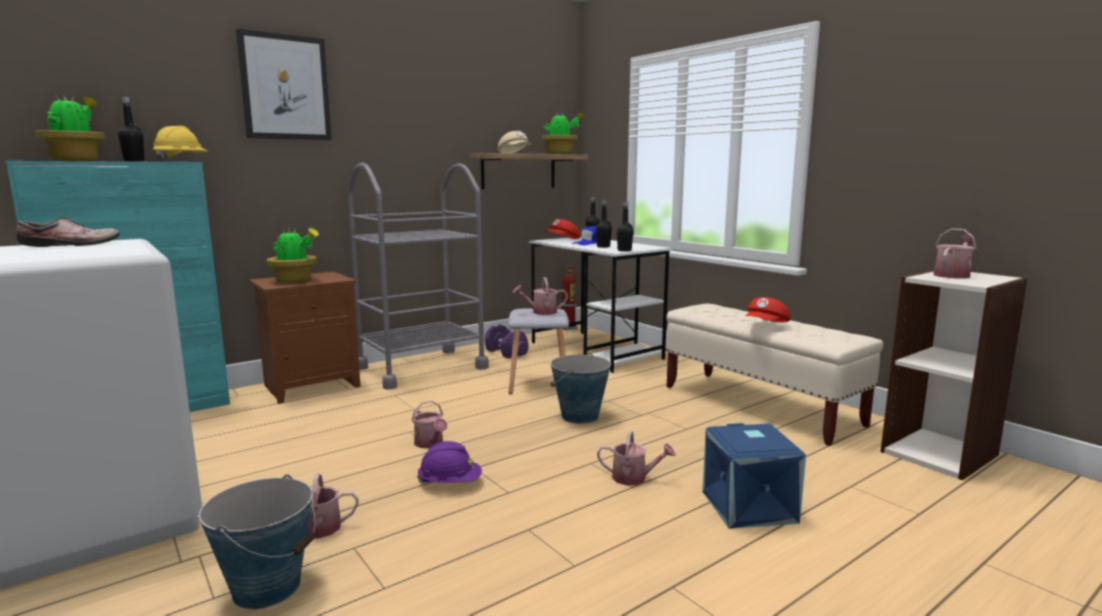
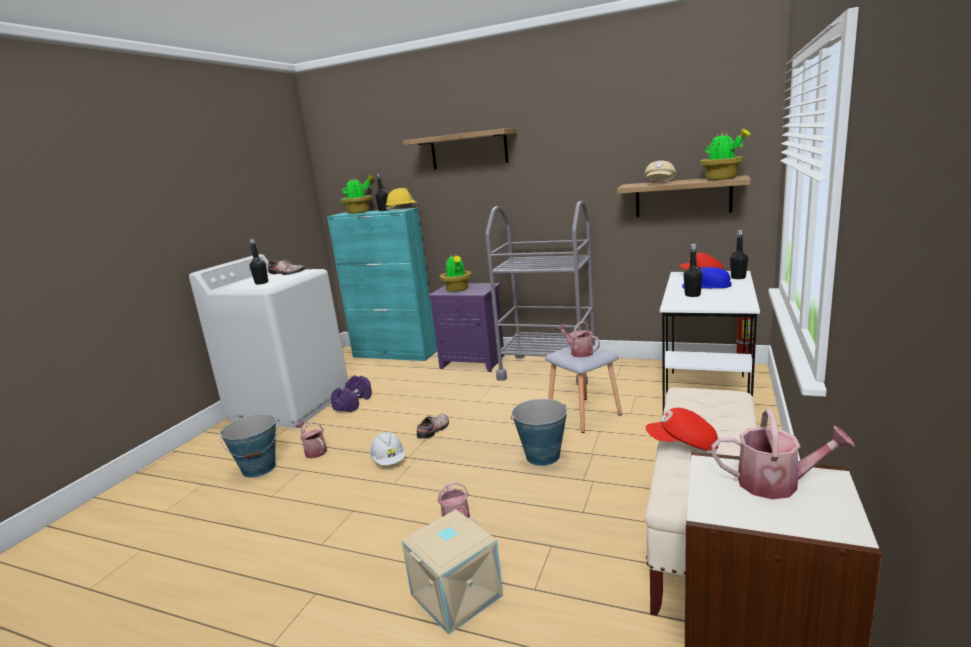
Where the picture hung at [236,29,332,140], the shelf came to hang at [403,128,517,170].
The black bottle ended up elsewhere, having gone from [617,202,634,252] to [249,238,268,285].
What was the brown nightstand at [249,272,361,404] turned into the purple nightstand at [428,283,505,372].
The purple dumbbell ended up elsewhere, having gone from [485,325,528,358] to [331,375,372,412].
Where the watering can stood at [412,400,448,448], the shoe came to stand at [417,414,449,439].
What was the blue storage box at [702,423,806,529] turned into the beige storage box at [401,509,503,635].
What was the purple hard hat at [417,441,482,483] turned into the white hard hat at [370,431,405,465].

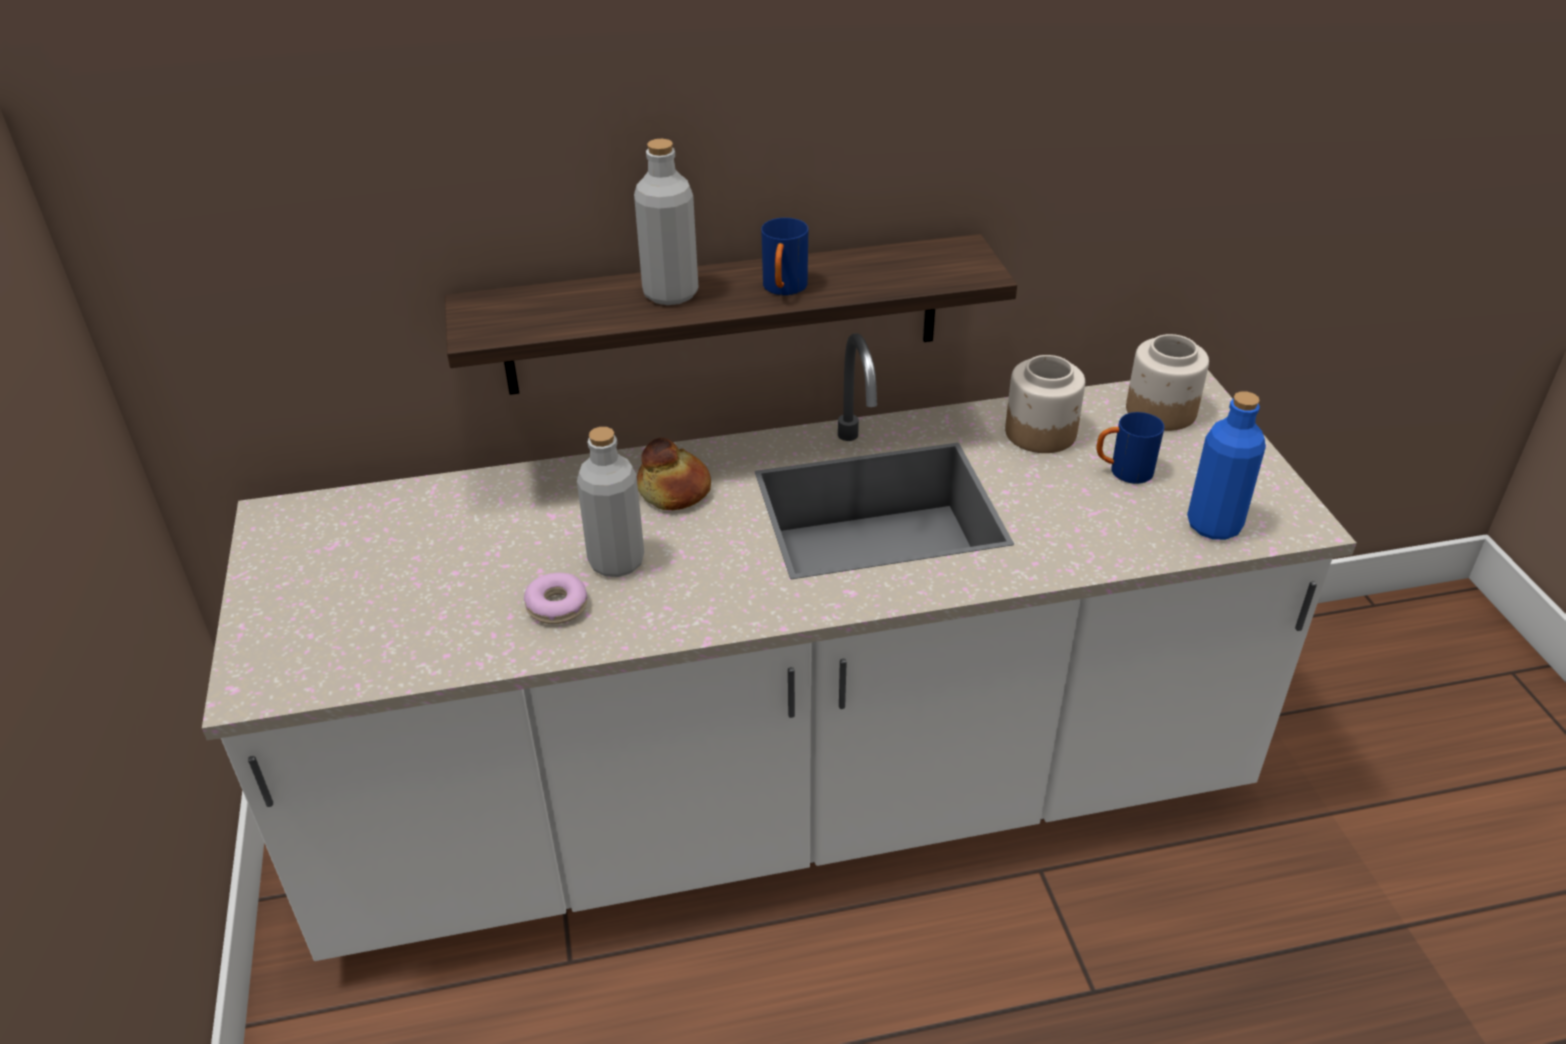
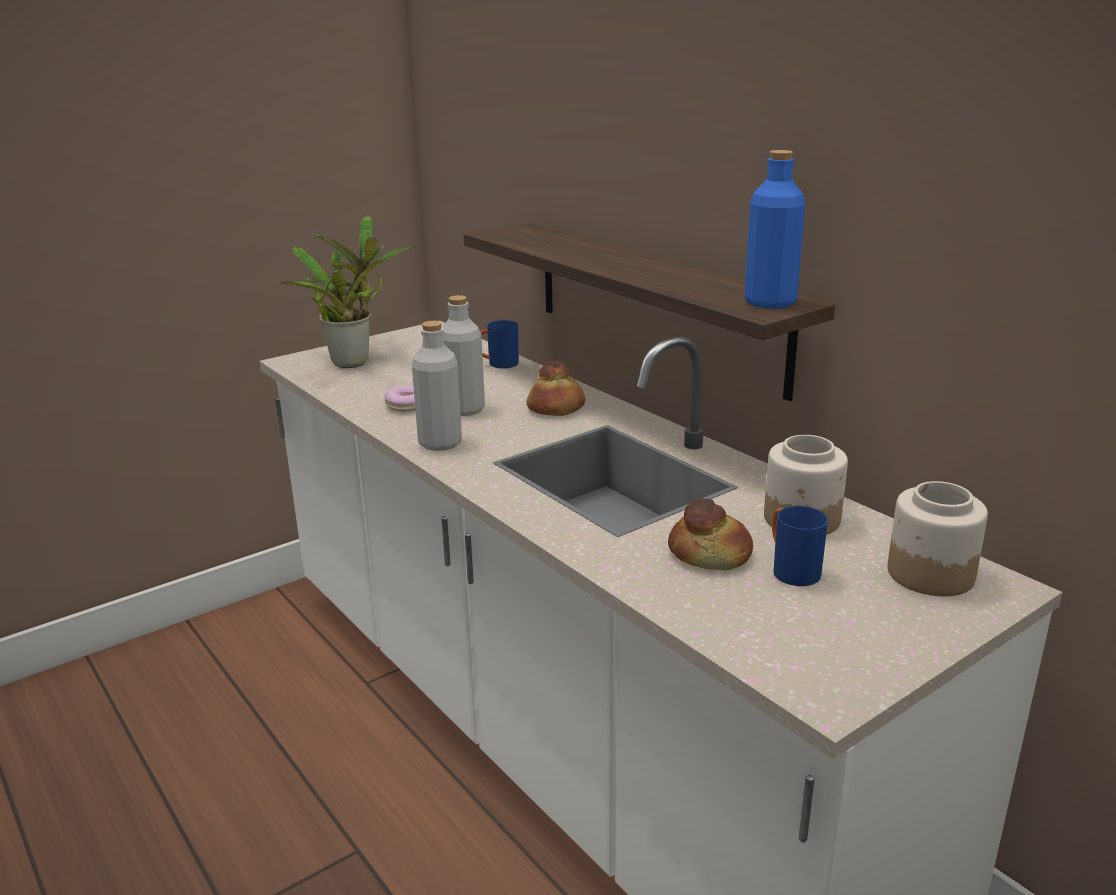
The grey bottle ended up elsewhere, having gone from [634,139,698,305] to [412,321,462,451].
The blue mug ended up elsewhere, having gone from [761,218,808,295] to [480,320,519,368].
The blue bottle ended up elsewhere, having gone from [1187,391,1266,540] to [745,150,805,309].
The second view gained the potted plant at [276,215,411,368].
The second view gained the bread at [668,498,753,570].

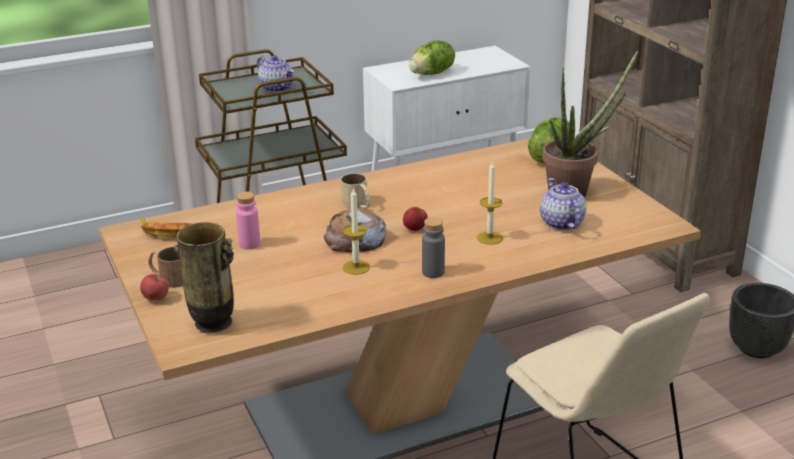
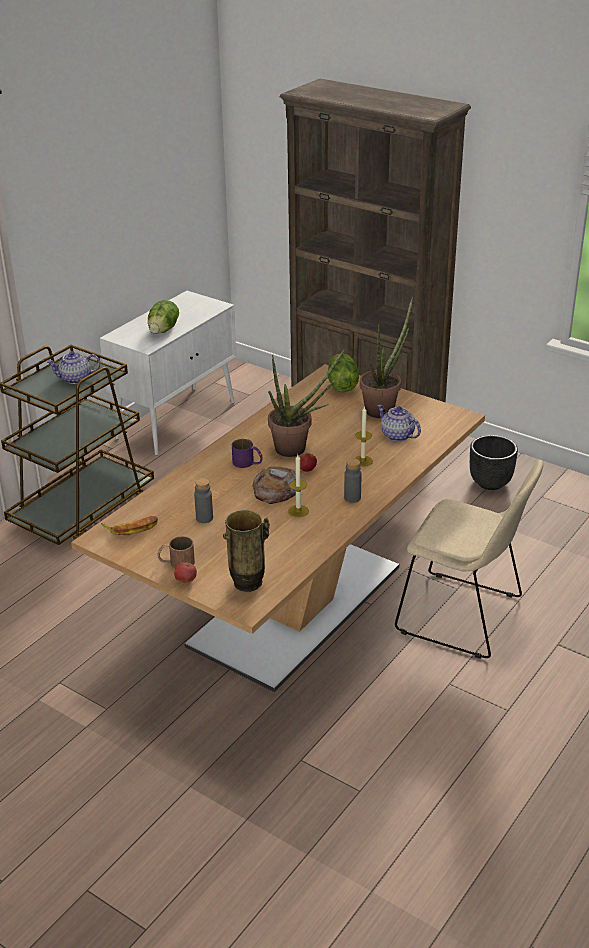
The teapot at [257,55,294,92] ended up facing another way, 150 degrees clockwise from before.
What was the beige mug at [340,173,371,209] turned into the purple mug at [232,439,263,468].
What was the pink bottle at [236,192,260,250] turned into the grey bottle at [194,478,213,523].
The second view gained the potted plant at [268,349,345,457].

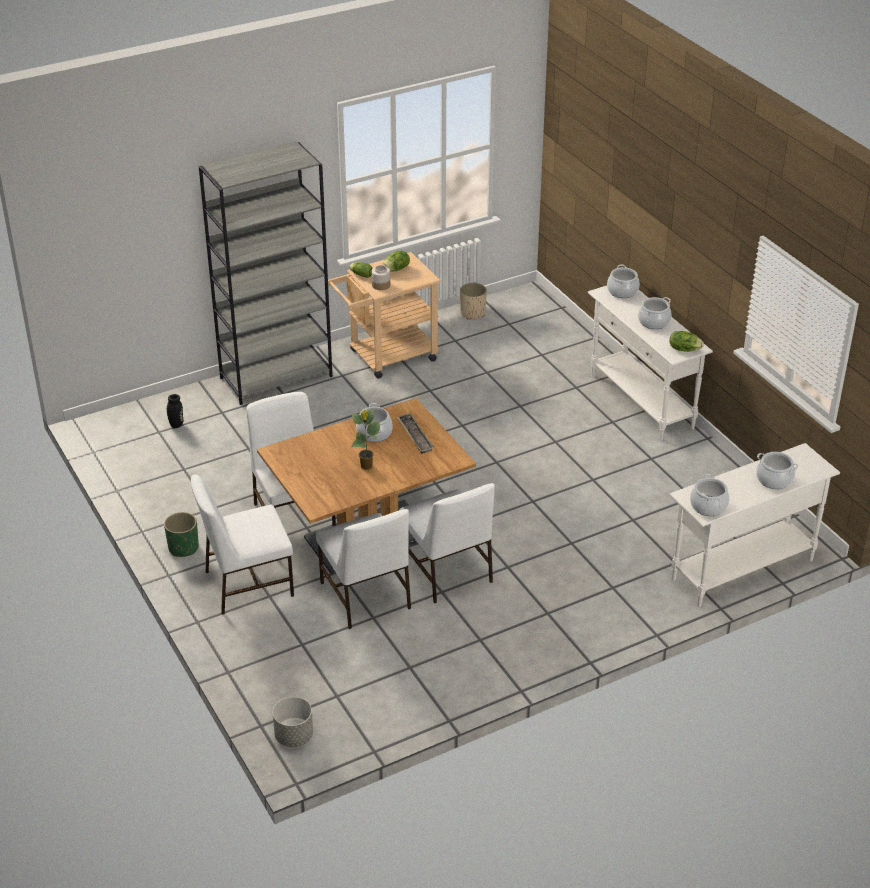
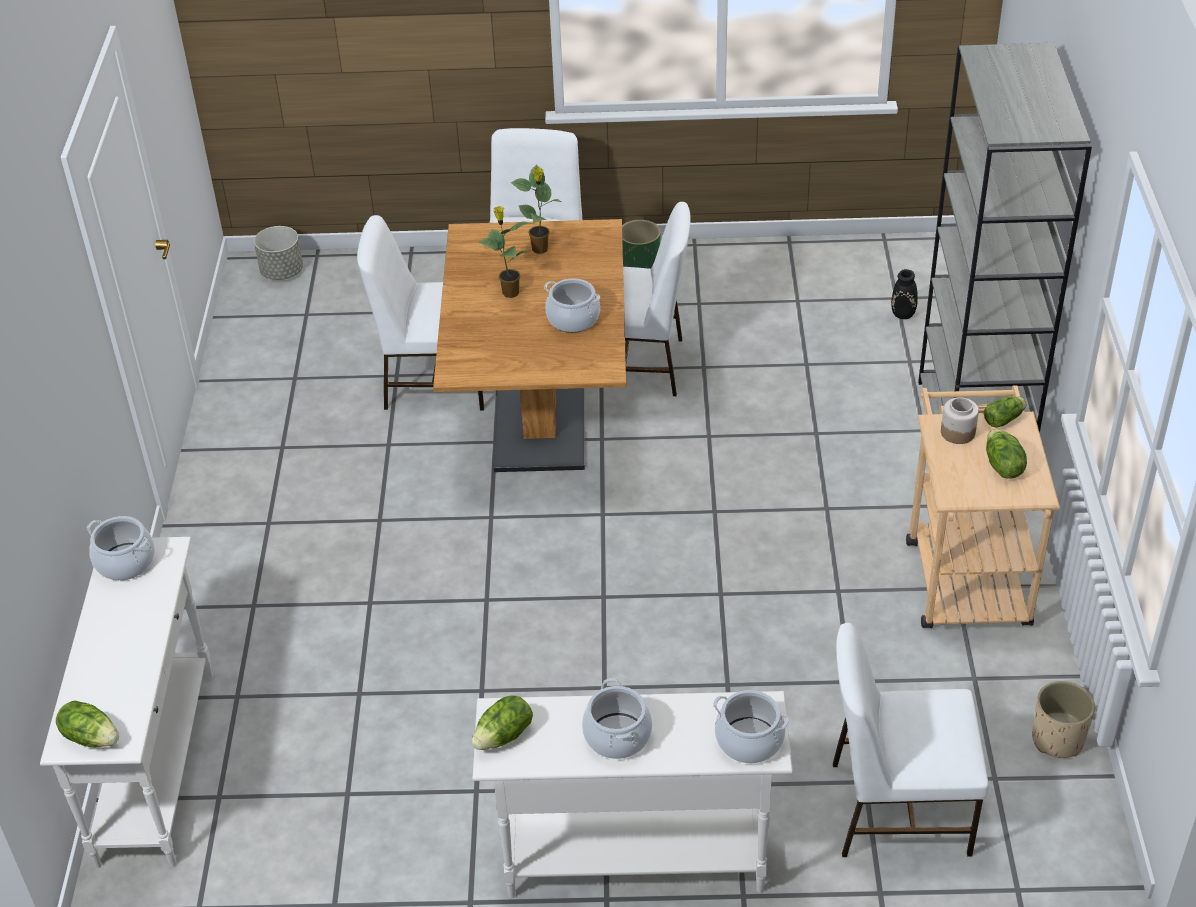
The second view lost the tray at [397,413,434,454].
The second view lost the cooking pot at [756,452,798,489].
The white chair ended up elsewhere, having gone from [399,483,495,603] to [833,623,989,857].
The second view gained the potted plant at [510,164,561,254].
The second view gained the lettuce at [56,700,119,747].

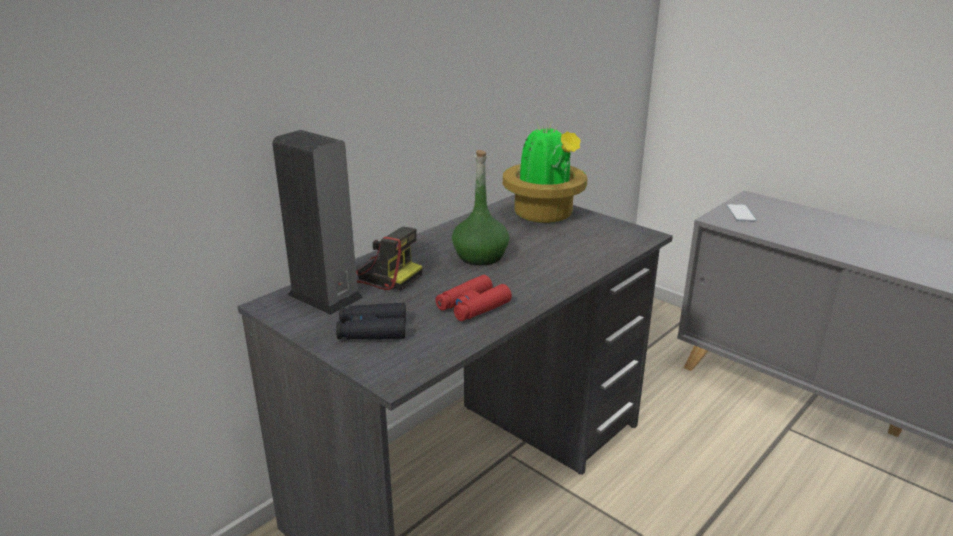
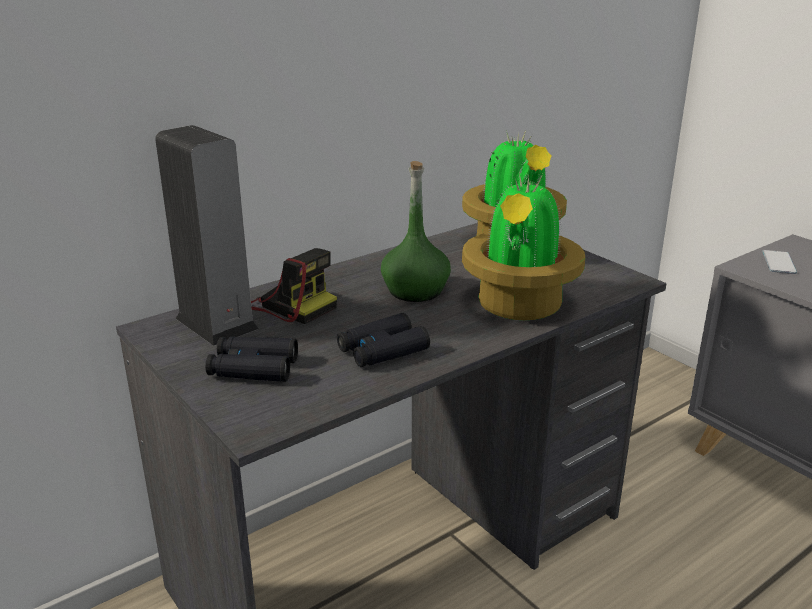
What was the red binoculars at [436,275,512,321] turned into the black binoculars at [337,313,430,367].
The second view gained the potted plant at [462,173,585,320].

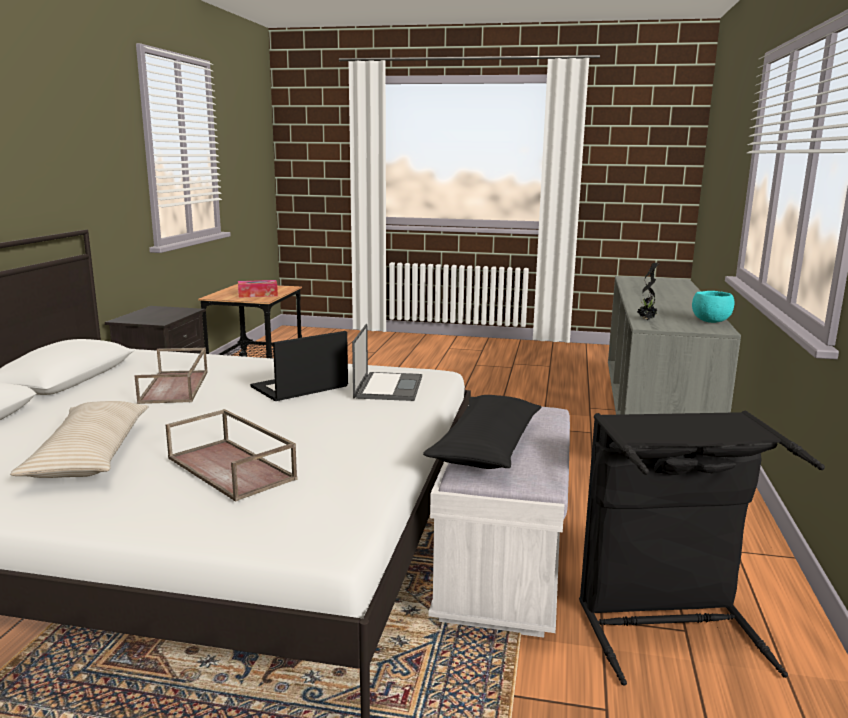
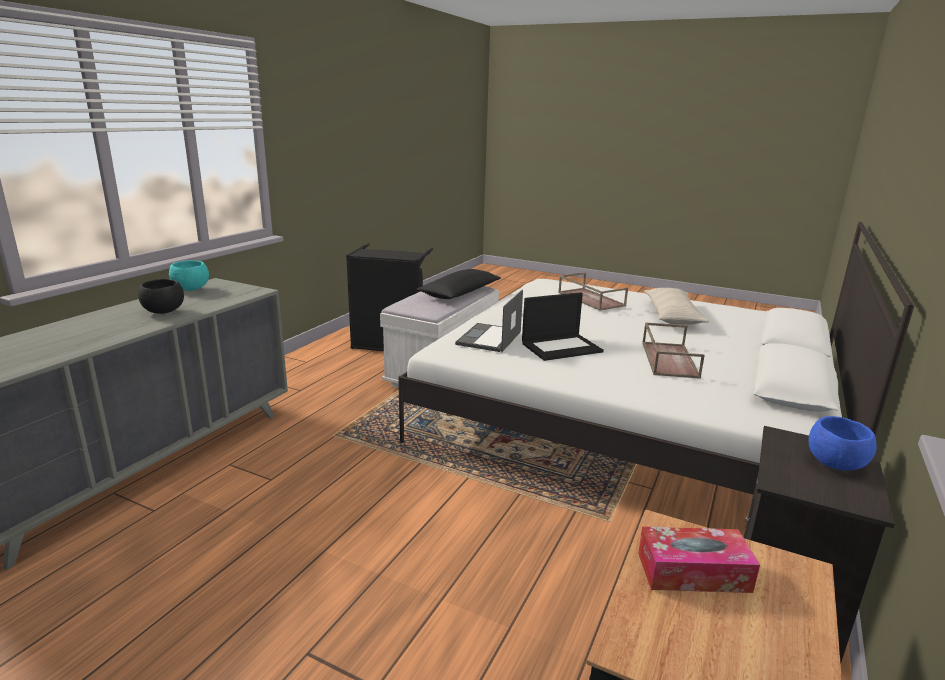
The second view lost the potted plant at [637,263,660,320].
The second view gained the black bowl at [138,279,184,314].
The second view gained the blue bowl at [809,416,877,471].

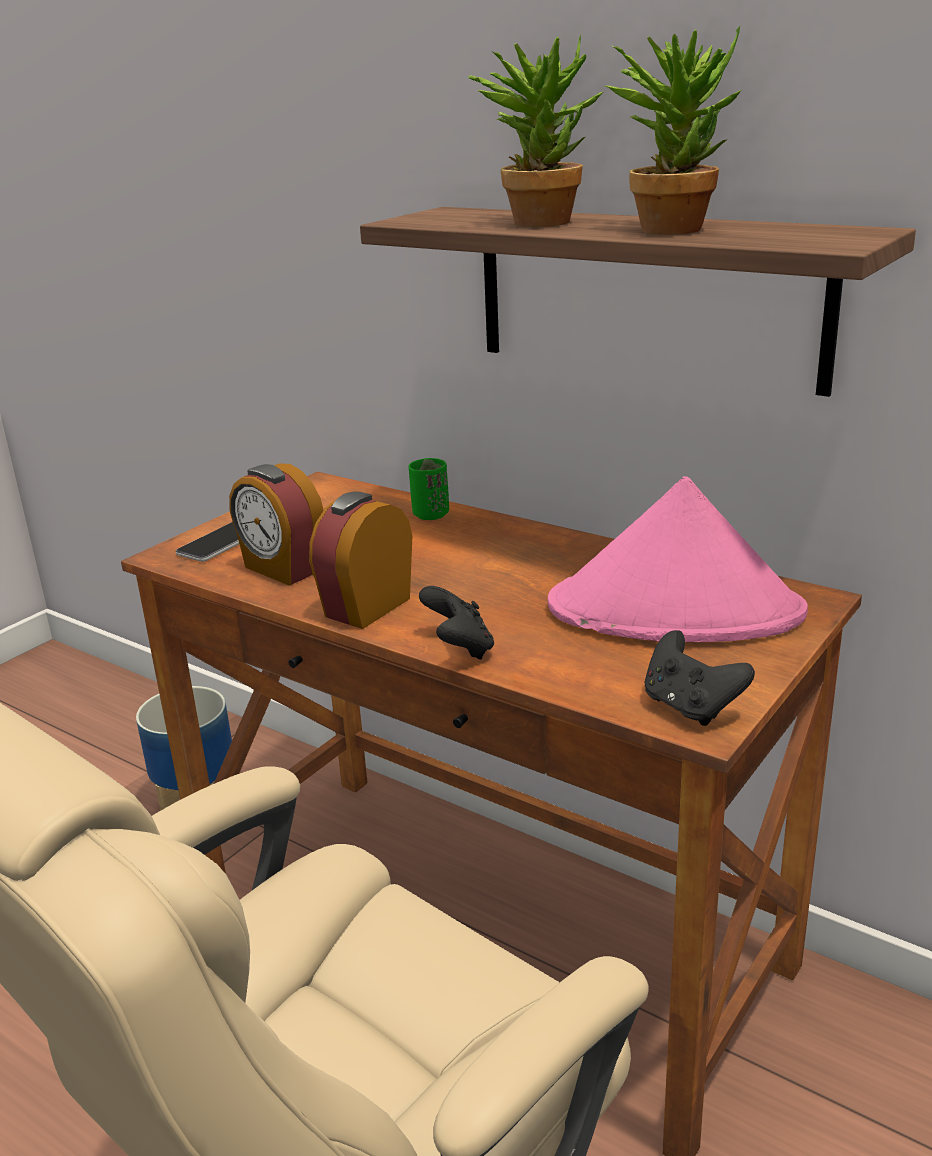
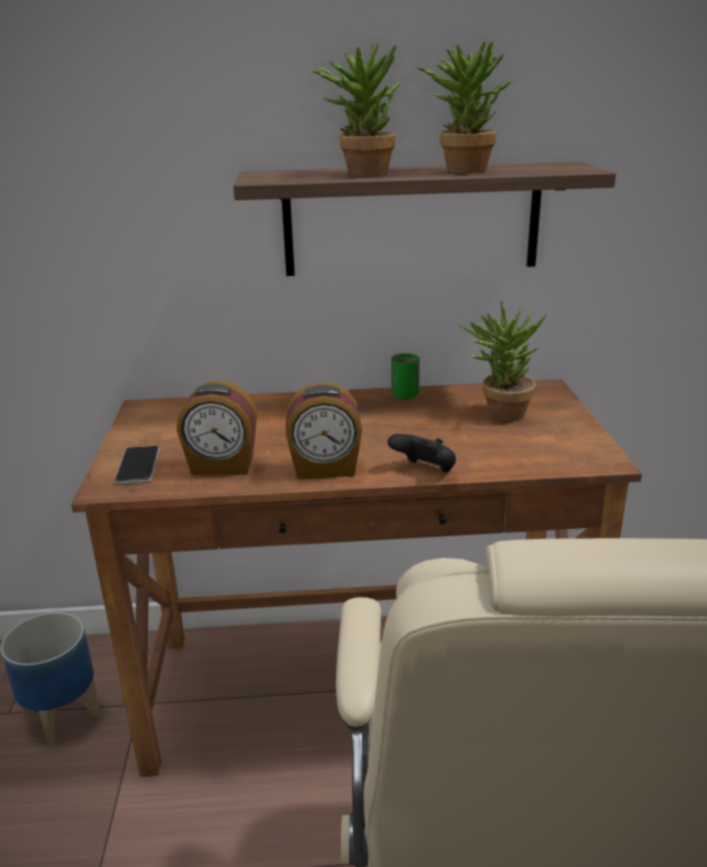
The green cup ended up elsewhere, having gone from [408,458,449,520] to [391,353,420,400].
Where the pink hat stood at [548,476,808,642], the potted plant came to stand at [458,301,546,421].
The alarm clock at [309,492,412,629] ended up facing another way, 90 degrees counterclockwise from before.
The second view lost the black game controller at [645,630,755,726].

